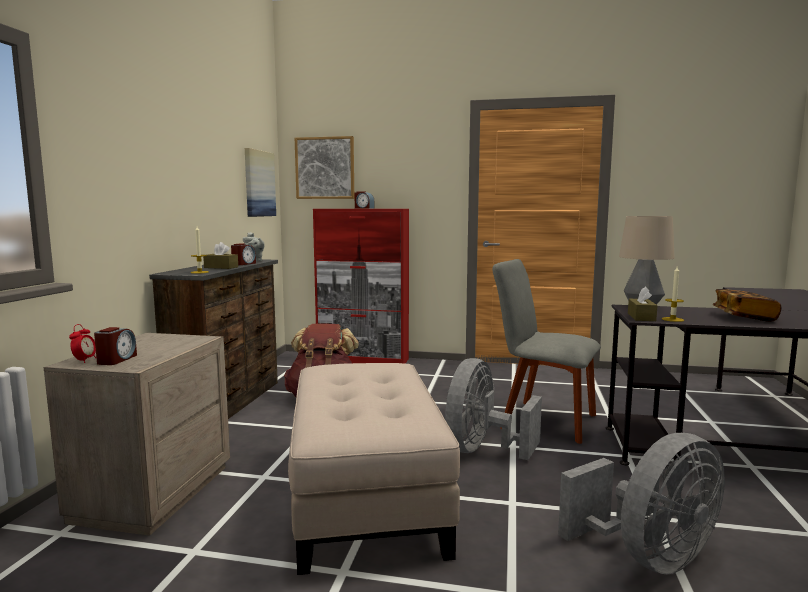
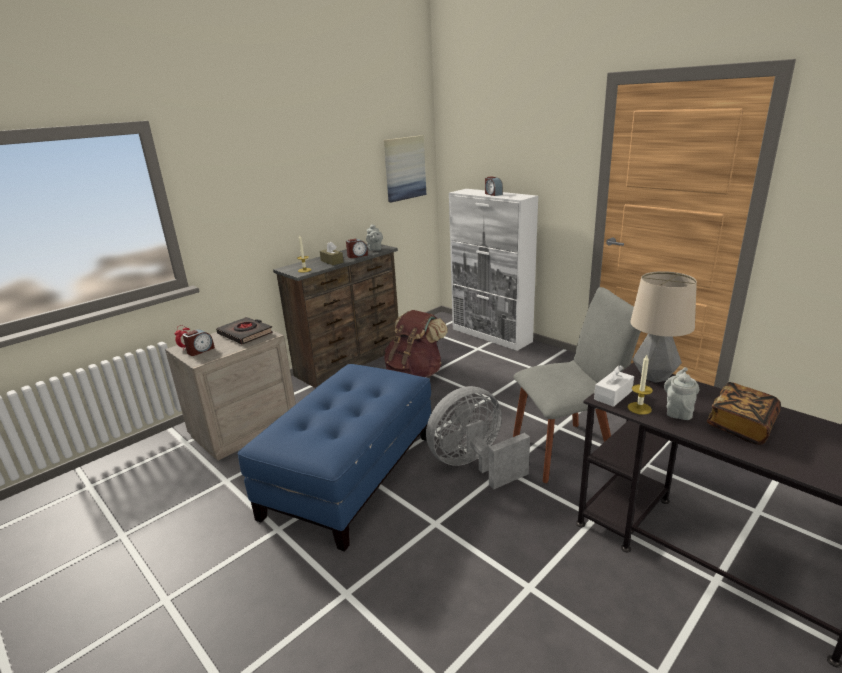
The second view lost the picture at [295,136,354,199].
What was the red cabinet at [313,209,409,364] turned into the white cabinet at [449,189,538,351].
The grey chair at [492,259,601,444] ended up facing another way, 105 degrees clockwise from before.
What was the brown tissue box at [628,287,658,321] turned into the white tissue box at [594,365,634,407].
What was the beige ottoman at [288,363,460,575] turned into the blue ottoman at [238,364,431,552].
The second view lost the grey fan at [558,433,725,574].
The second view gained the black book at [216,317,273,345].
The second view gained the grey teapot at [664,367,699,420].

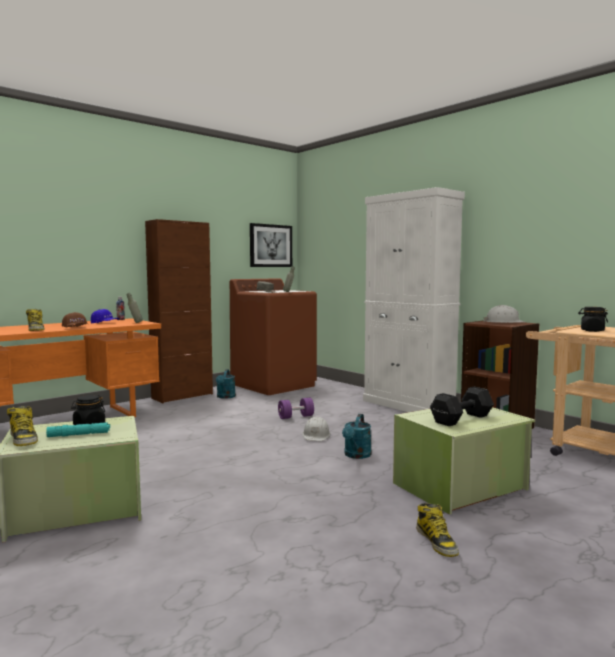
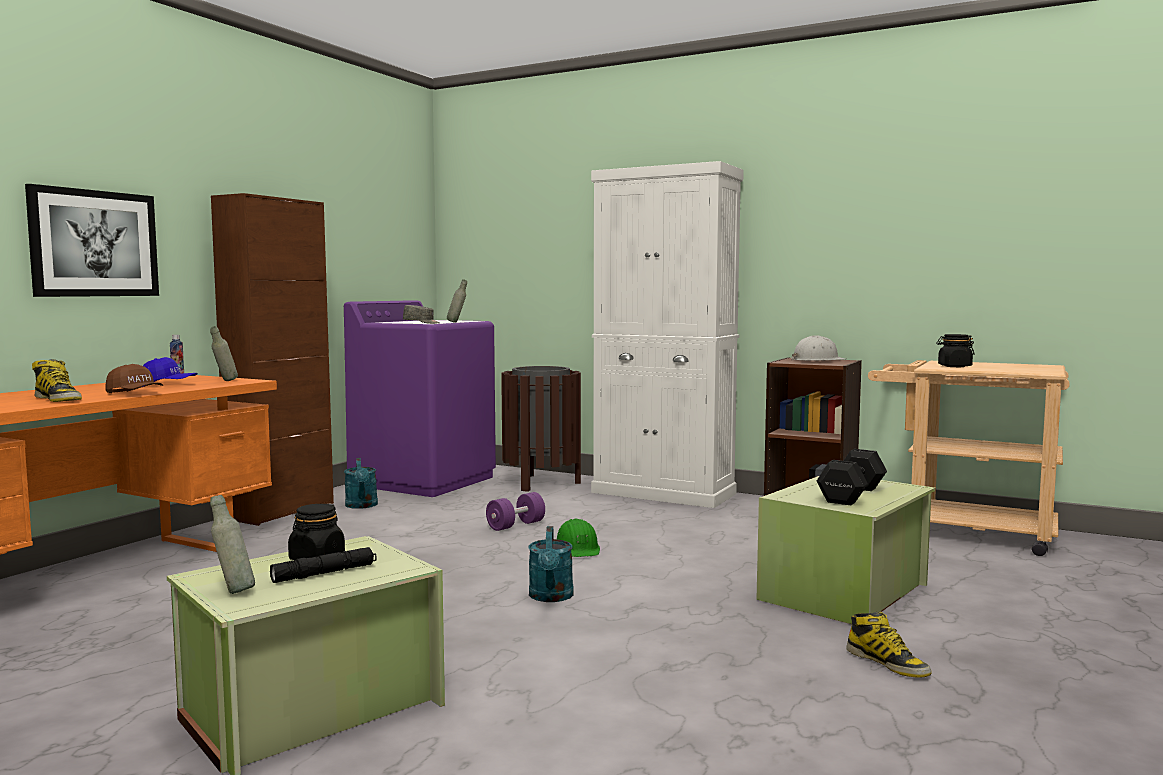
The picture ended up elsewhere, having gone from [250,223,292,267] to [25,184,159,297].
What was the brown washing machine at [230,278,317,395] turned into the purple washing machine at [344,300,496,497].
Where the boot stood at [7,406,38,446], the grey bottle came to stand at [210,495,255,594].
The turquoise watering can ended up elsewhere, having gone from [342,414,372,459] to [528,526,574,602].
What was the white hard hat at [303,416,330,441] turned into the green hard hat at [557,519,600,557].
What was the turquoise flashlight at [46,422,110,437] turned into the black flashlight at [270,547,376,583].
The second view gained the brown trash can at [501,366,581,492].

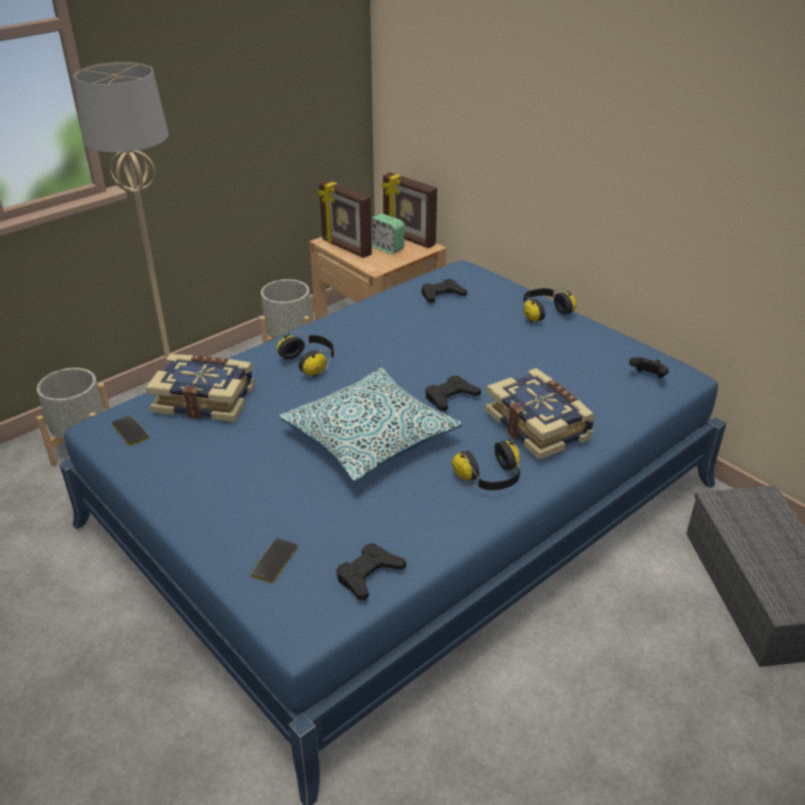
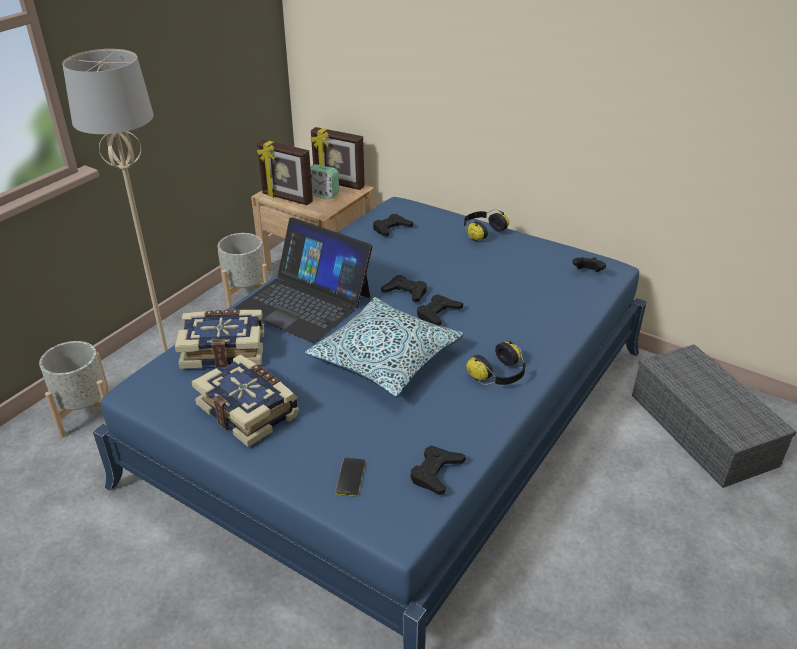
Where the headphones stood at [277,331,334,377], the laptop came to stand at [234,217,373,343].
The book ended up elsewhere, having gone from [485,368,596,460] to [192,355,299,447].
The second view lost the phone at [111,415,149,446].
The second view gained the black game controller at [381,275,427,303].

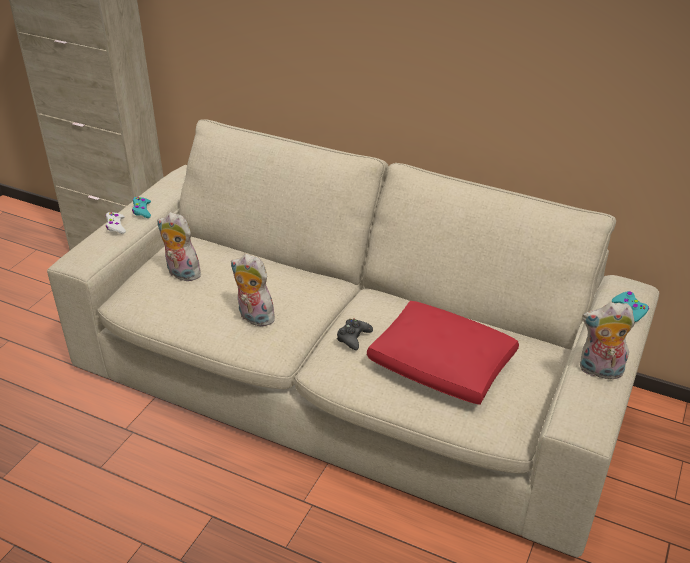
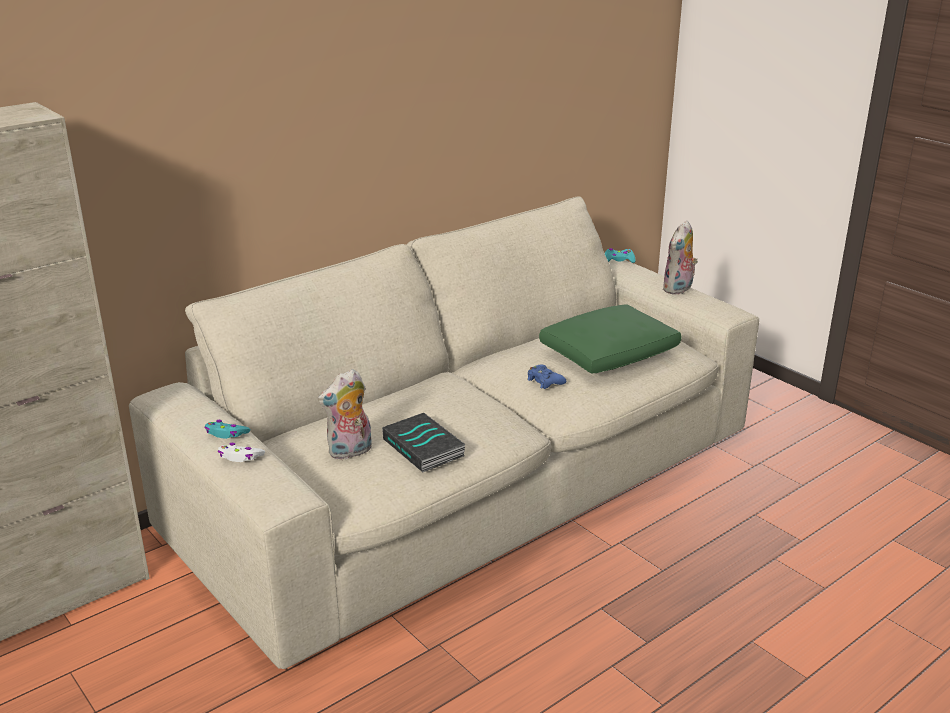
The second view lost the plush toy at [231,254,275,326].
What was the red pillow at [367,301,519,405] turned into the green pillow at [539,304,682,374].
What was the black game controller at [337,318,373,350] turned into the blue game controller at [527,364,566,389].
The second view gained the book at [382,413,466,472].

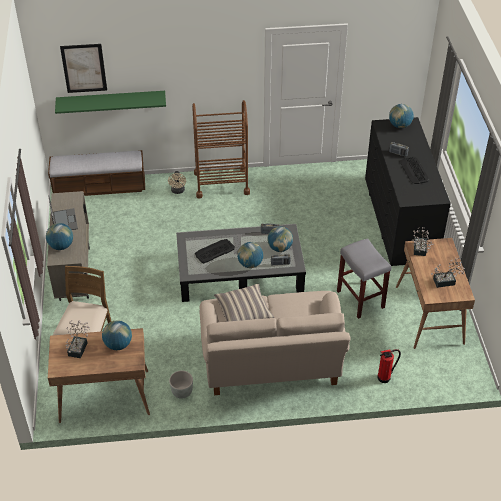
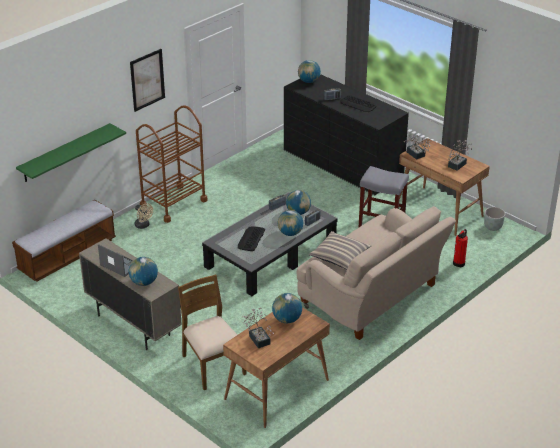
The picture ended up elsewhere, having gone from [60,44,107,93] to [130,49,165,112].
The grey planter ended up elsewhere, having gone from [169,371,193,399] to [484,207,505,231].

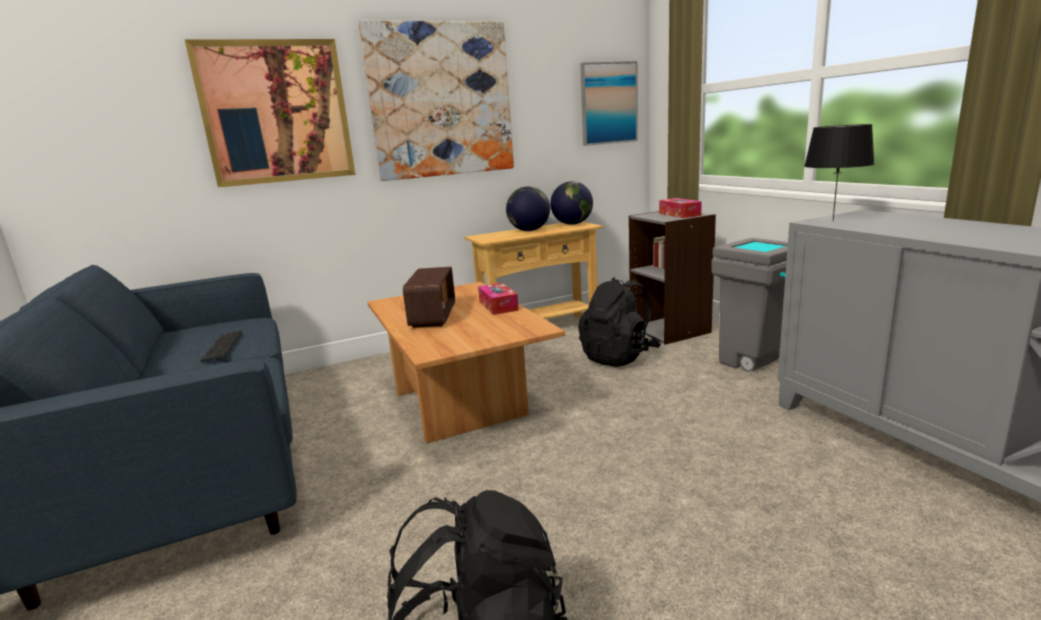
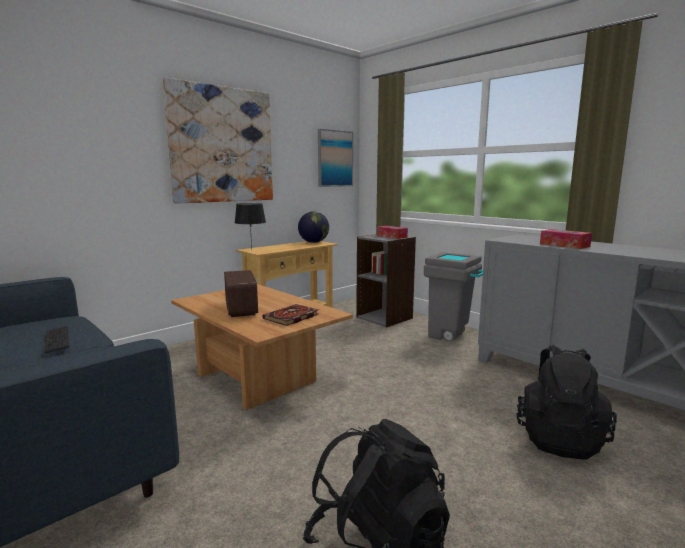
The second view lost the picture at [185,39,355,187].
The black table lamp ended up elsewhere, having gone from [804,124,875,221] to [235,203,266,250].
The second view lost the globe at [506,186,550,231].
The black backpack ended up elsewhere, having gone from [578,277,661,367] to [516,345,617,460].
The tissue box ended up elsewhere, having gone from [478,283,519,315] to [540,229,592,249].
The second view gained the book at [262,304,319,326].

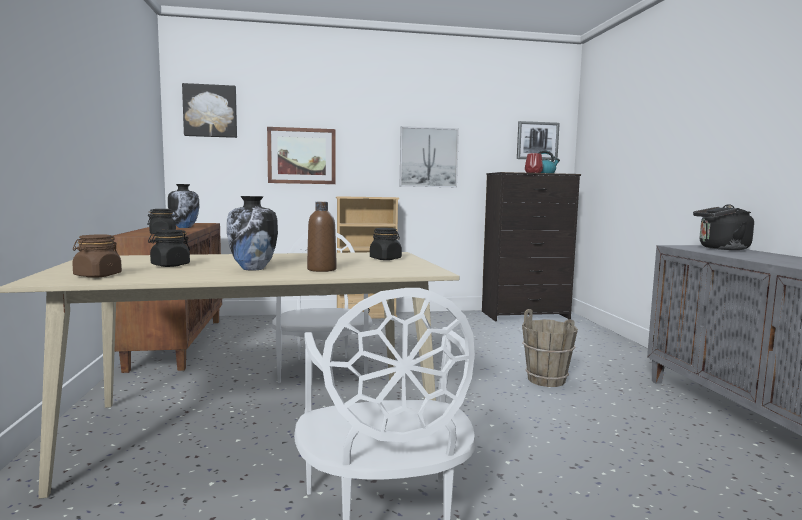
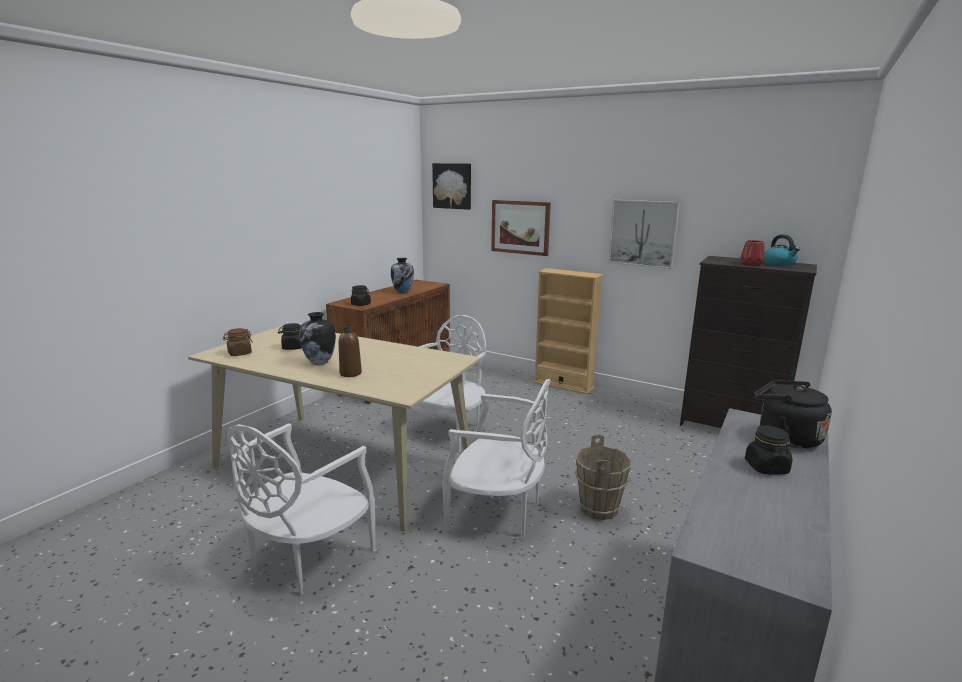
The second view lost the picture at [517,121,560,160].
The black jar ended up elsewhere, having gone from [370,228,402,260] to [745,425,792,475].
The second view gained the white chair at [442,379,551,536].

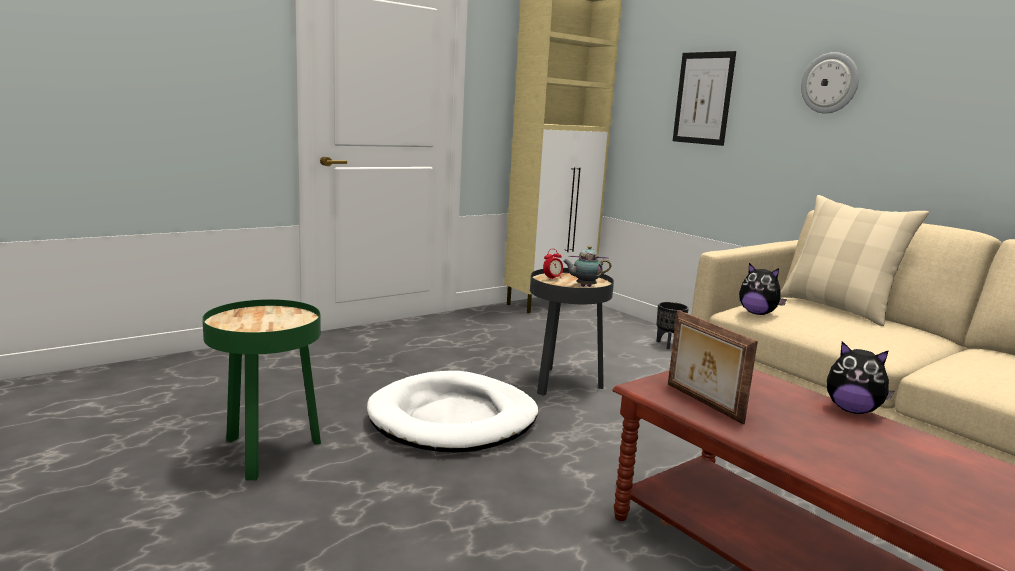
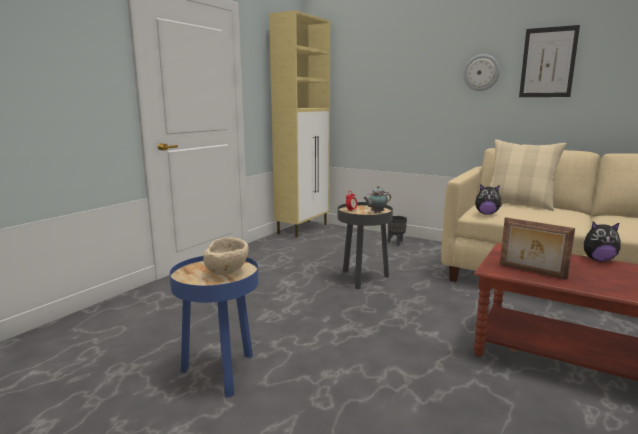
The picture ended up elsewhere, having gone from [673,51,736,146] to [519,25,580,97].
What was the green side table at [202,299,321,480] turned into the blue side table at [169,256,259,398].
The second view lost the white dog bed at [367,371,538,453].
The second view gained the beige bowl at [203,237,249,275].

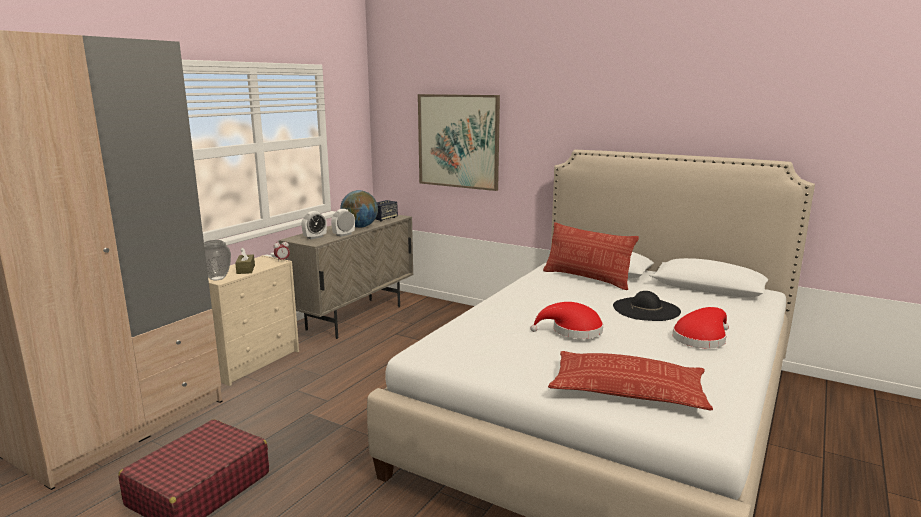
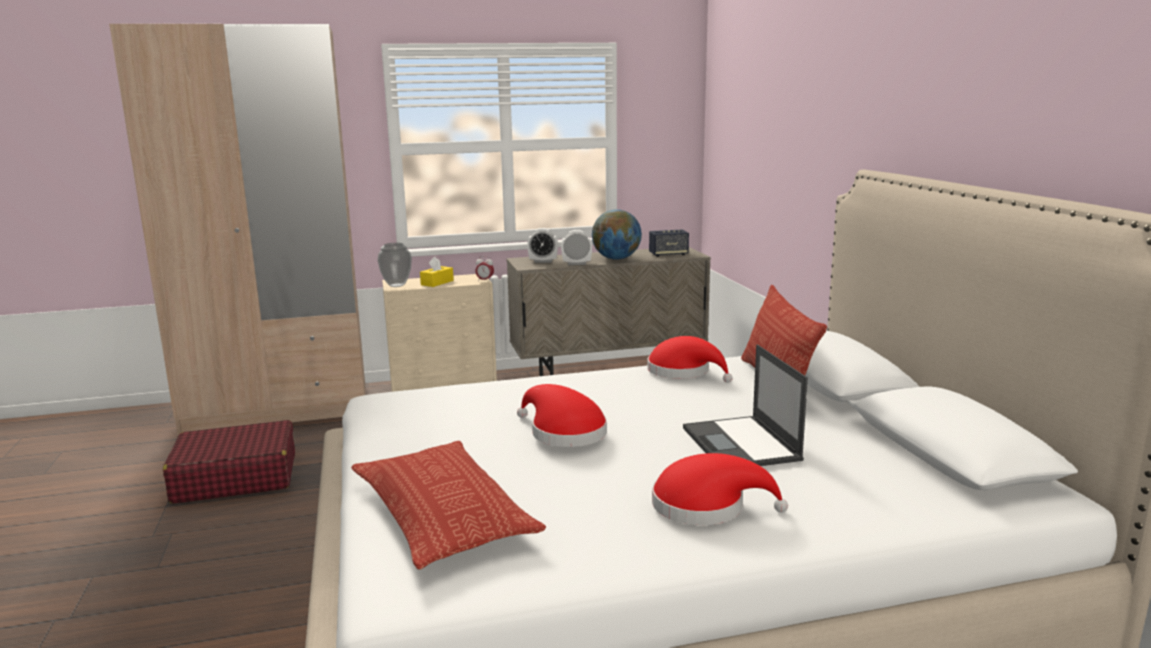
The second view lost the picture at [418,94,500,191].
What was the brown tissue box at [235,247,255,274] turned into the yellow tissue box at [420,257,454,287].
Where the black hat stood at [613,291,681,321], the laptop came to stand at [683,345,808,466].
The second view gained the red hat at [647,336,732,383].

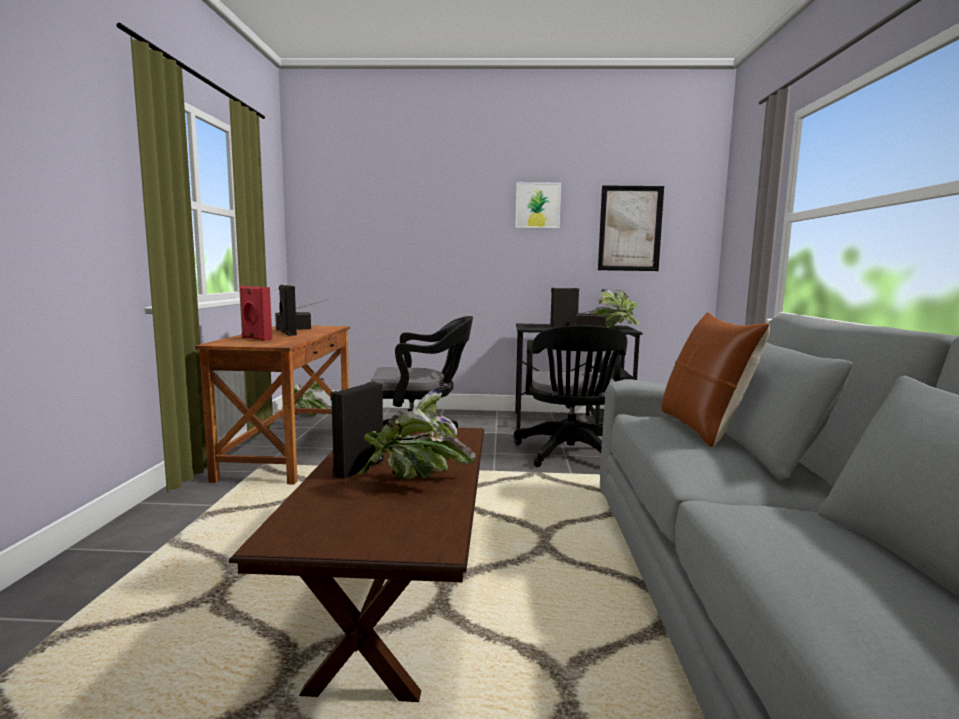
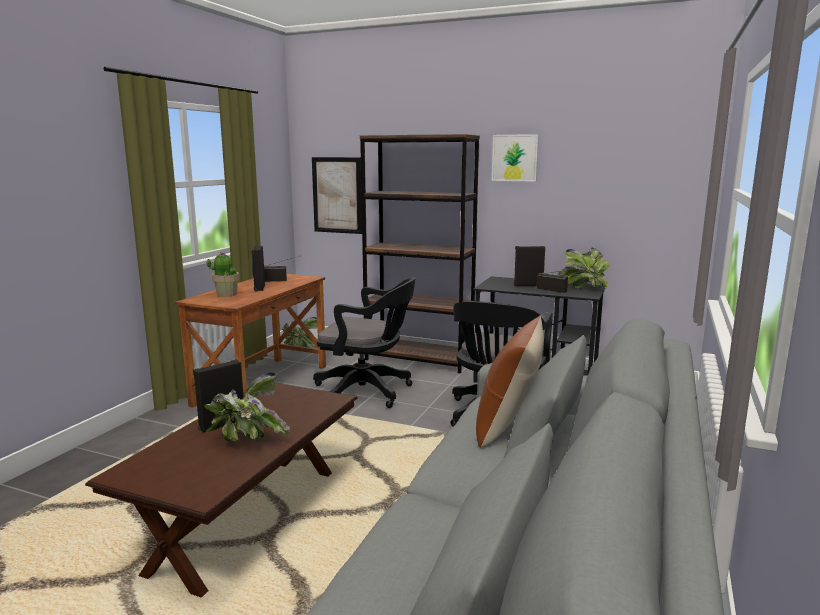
The picture ended up elsewhere, having gone from [598,185,664,271] to [312,157,362,234].
Where the red speaker stood at [239,286,272,341], the potted plant came to stand at [207,252,239,297].
The second view gained the brown bookcase at [360,134,480,373].

